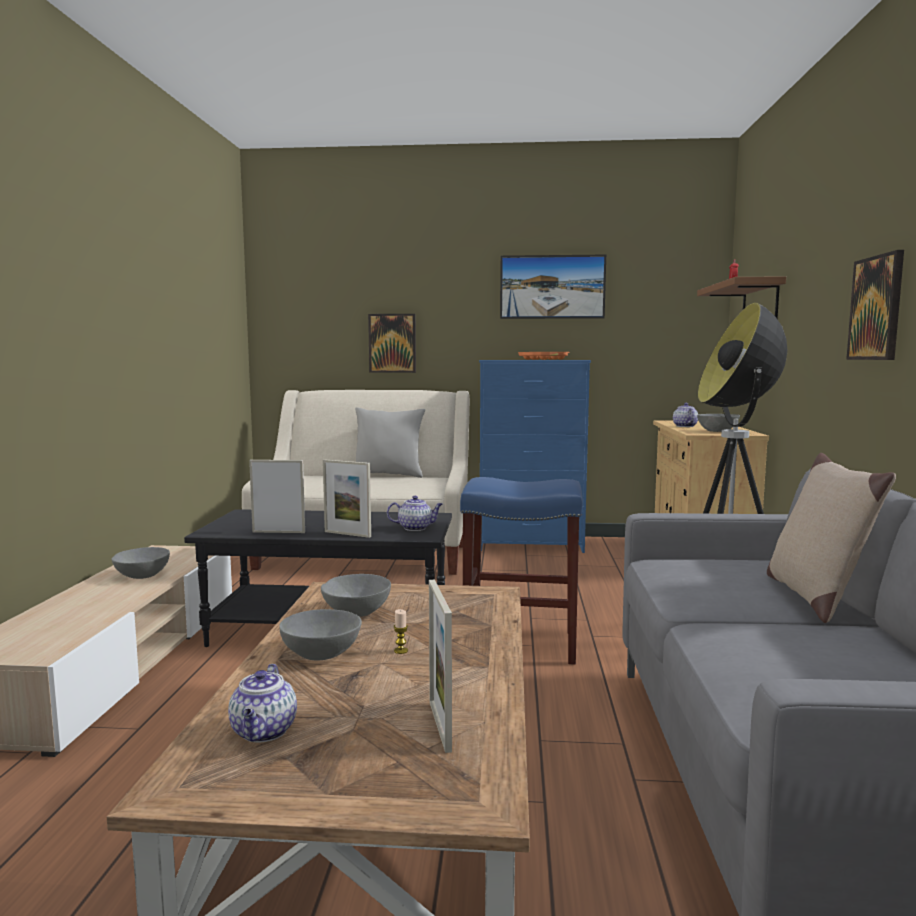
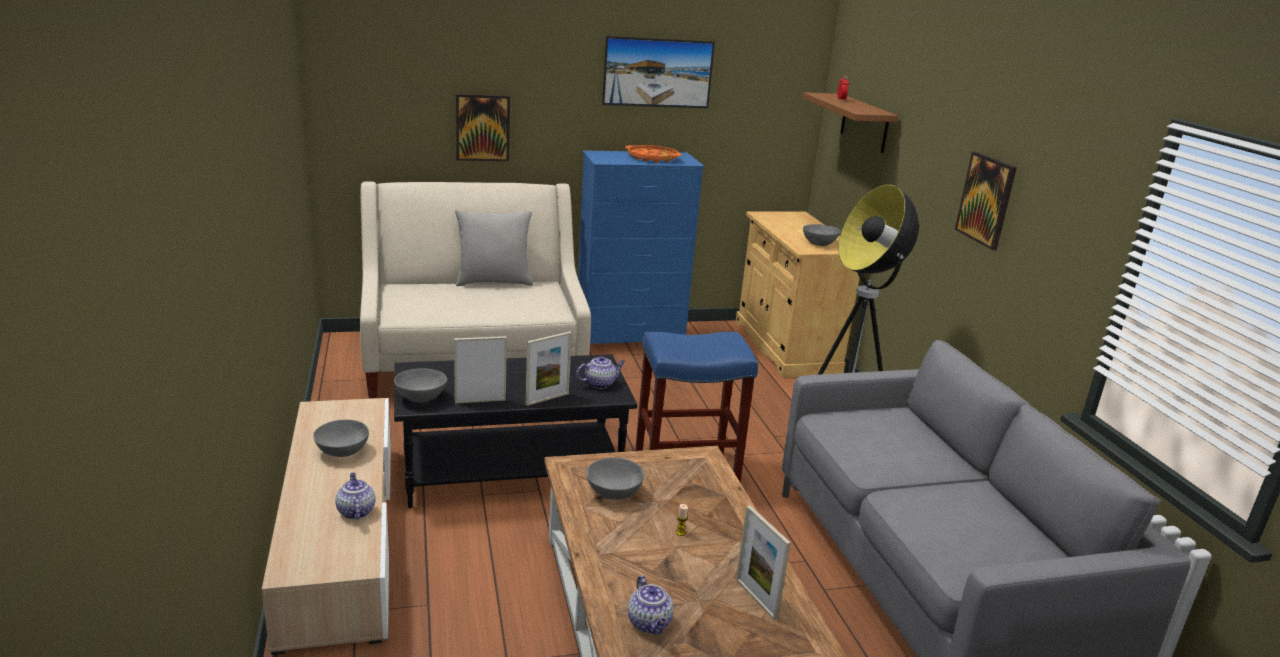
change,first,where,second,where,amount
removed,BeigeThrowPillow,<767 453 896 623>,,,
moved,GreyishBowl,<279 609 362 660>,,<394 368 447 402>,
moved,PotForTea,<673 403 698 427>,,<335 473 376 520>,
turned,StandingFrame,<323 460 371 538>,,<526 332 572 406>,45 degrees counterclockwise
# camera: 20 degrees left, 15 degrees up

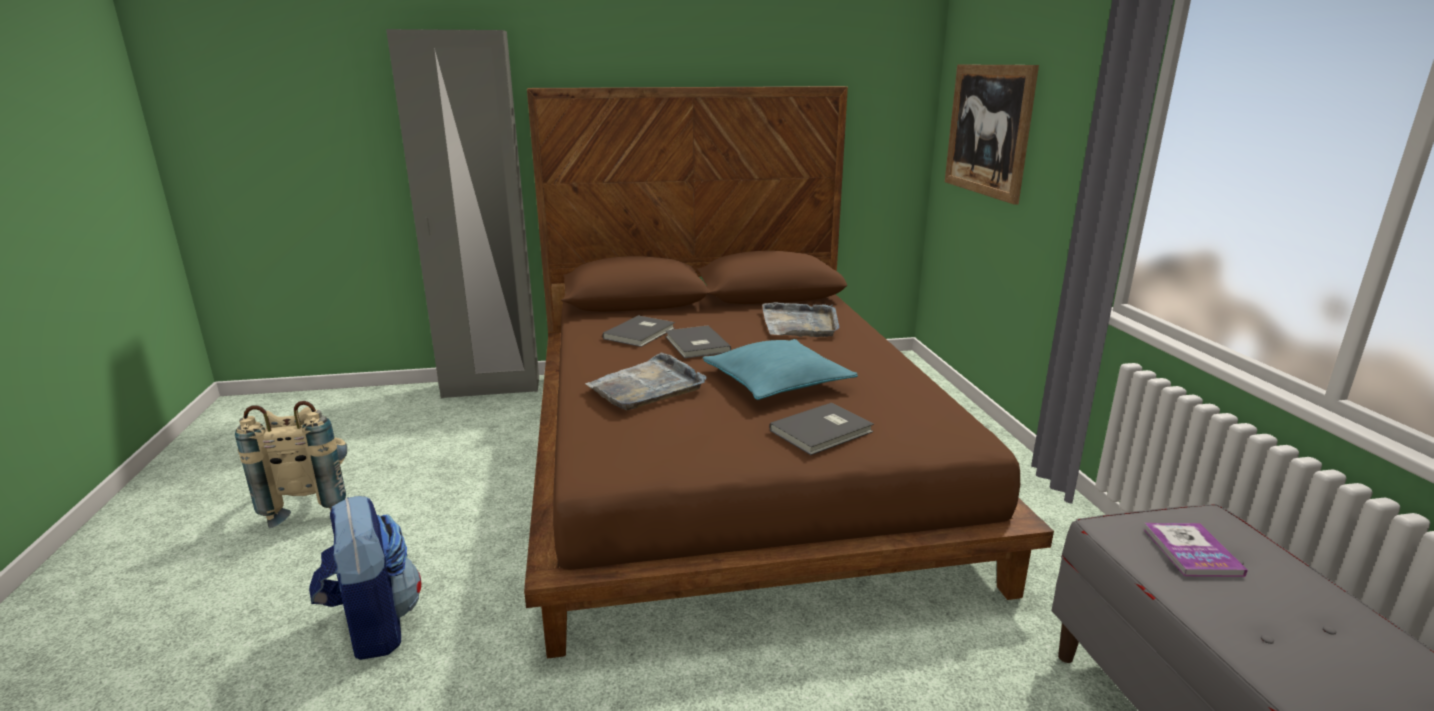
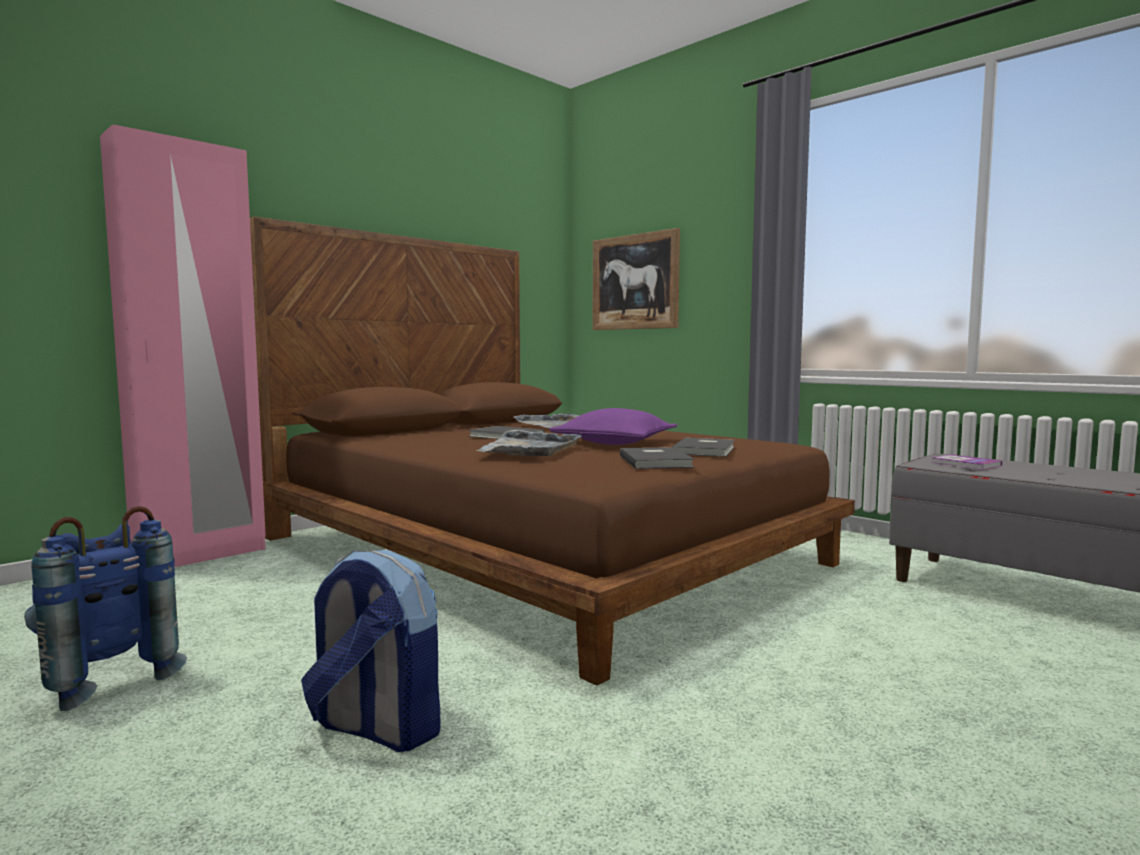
change,first,where,second,where,amount
moved,GreyishBoundBook,<602 315 675 347>,,<620 447 695 469>,
recoloured,BeigeBackpack,<235 401 347 528>,BlueColouredBackpack,<24 506 187 711>,
recoloured,GreyishWardrobe,<386 29 539 398>,PinkColouredWardrobe,<100 125 266 567>,
recoloured,TurquoiseColouredThrowPillow,<703 339 858 400>,PurpleColouredThrowPillow,<549 408 677 445>,
# camera: 35 degrees left, 15 degrees down

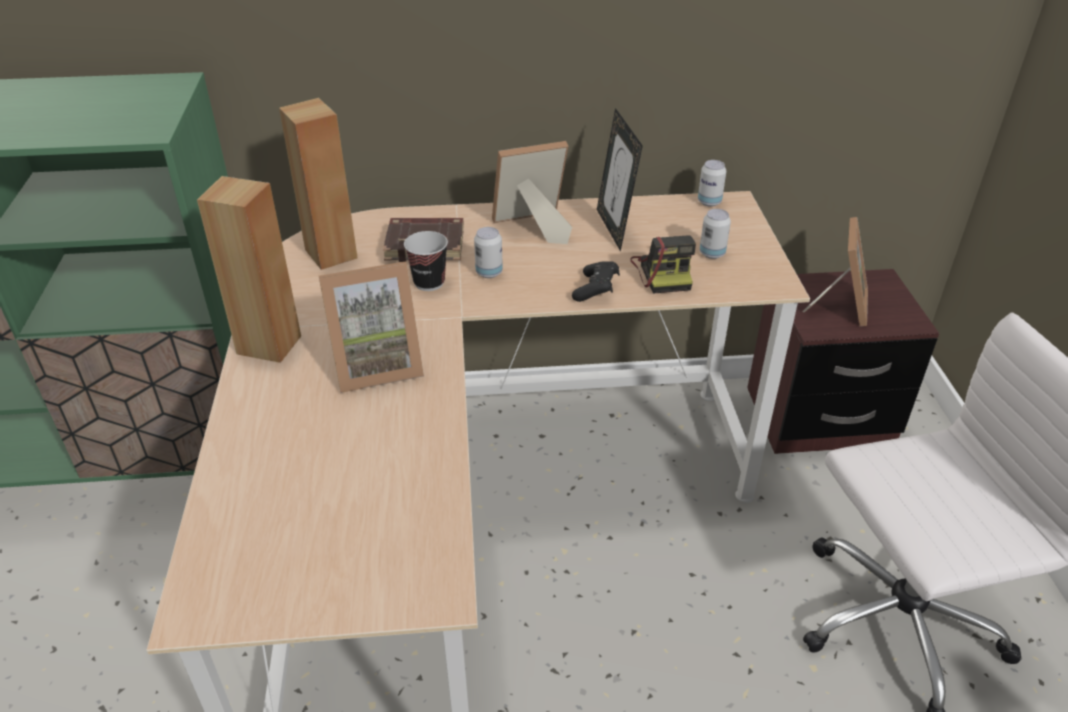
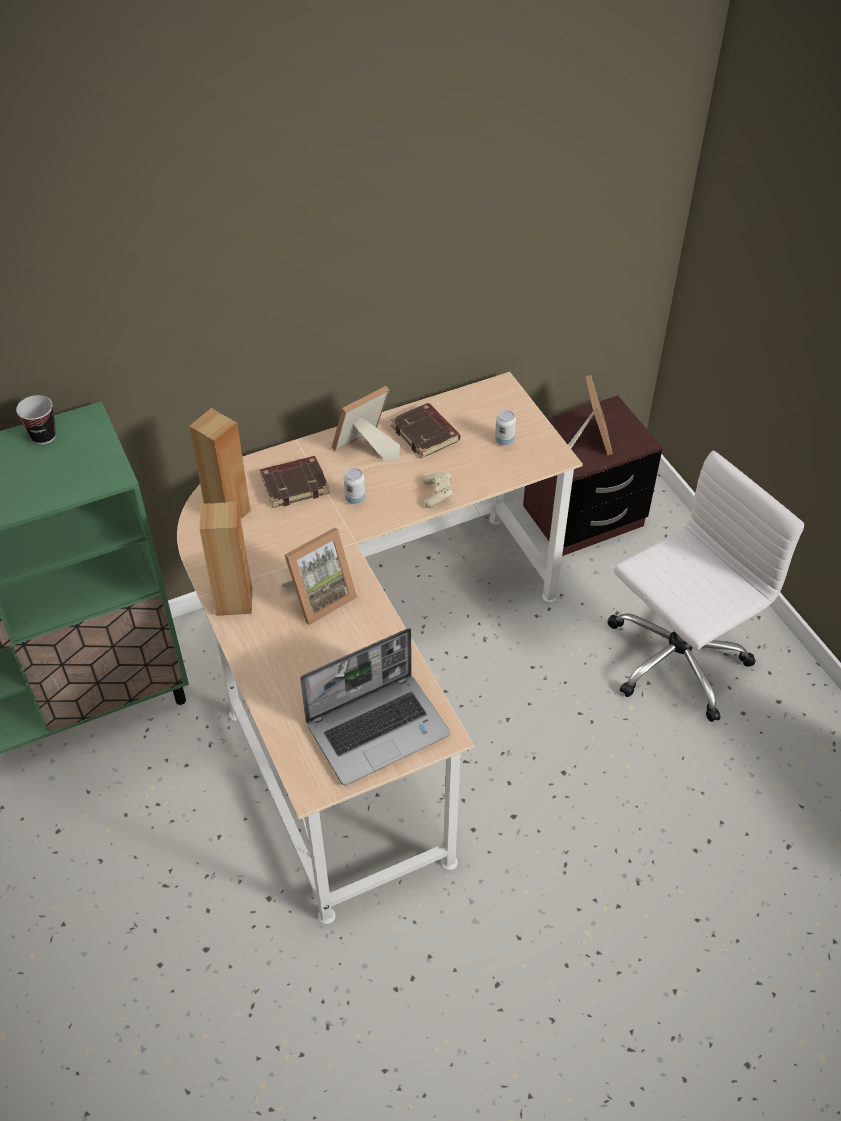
change,first,where,second,where,amount
removed,PhotoCamera,<630 235 696 294>,,,
removed,Can,<698 160 726 207>,,,
added,,,Laptop,<300 628 450 785>,
moved,SmallCup,<404 231 448 291>,,<16 395 56 444>,
replaced,StandingFrame,<597 108 643 252>,BrownishBoundBook,<391 403 460 458>,
recoloured,BlackGameController,<572 261 620 302>,BeigeGameController,<423 472 453 508>,
# camera: 20 degrees left, 10 degrees up

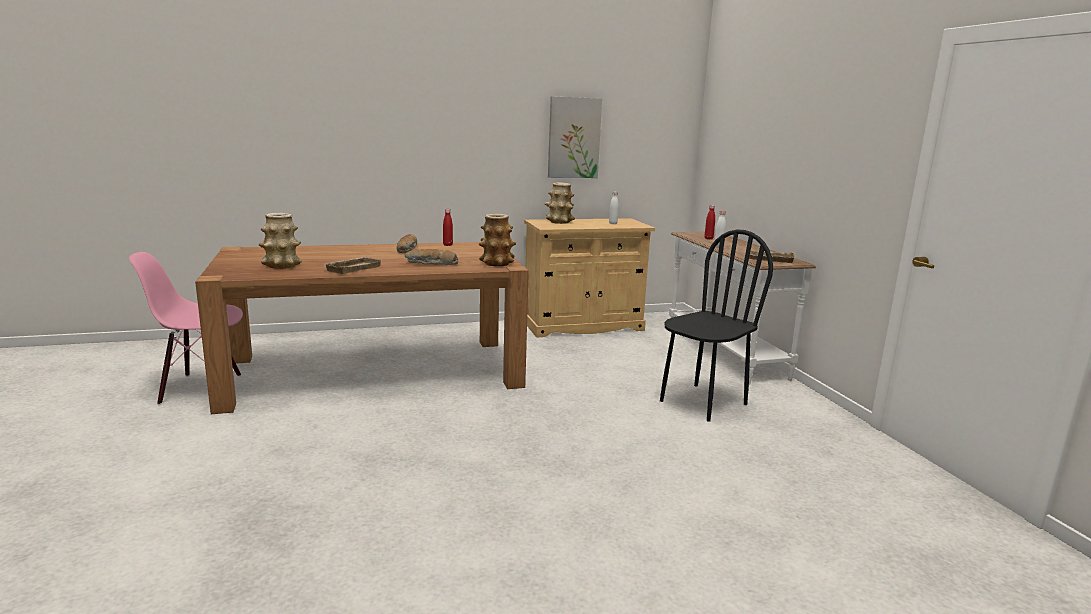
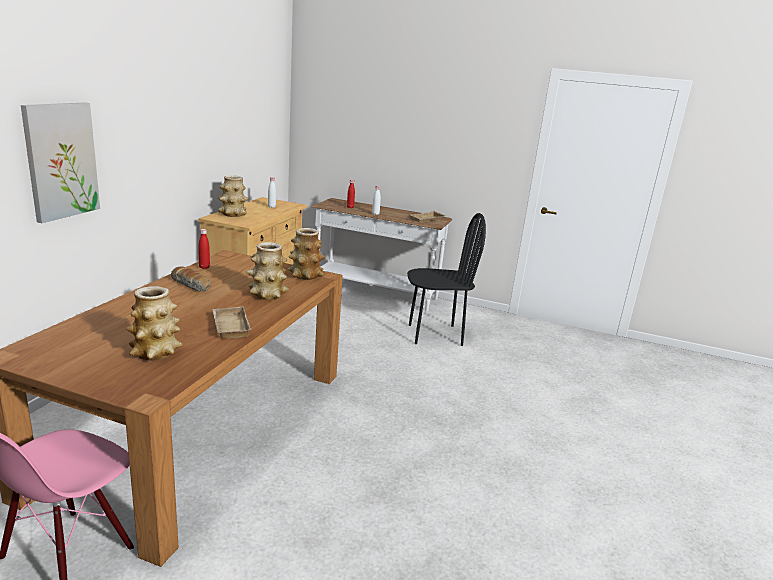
change,first,where,second,where,amount
moved,WallArt,<548 96 602 178>,,<21 102 100 223>,
replaced,BakeryBread,<405 249 458 265>,DecorativeVase,<246 242 289 300>,
turned,BlackUprightChair,<660 230 773 422>,,<407 213 486 346>,90 degrees clockwise
# camera: 55 degrees left, 5 degrees up

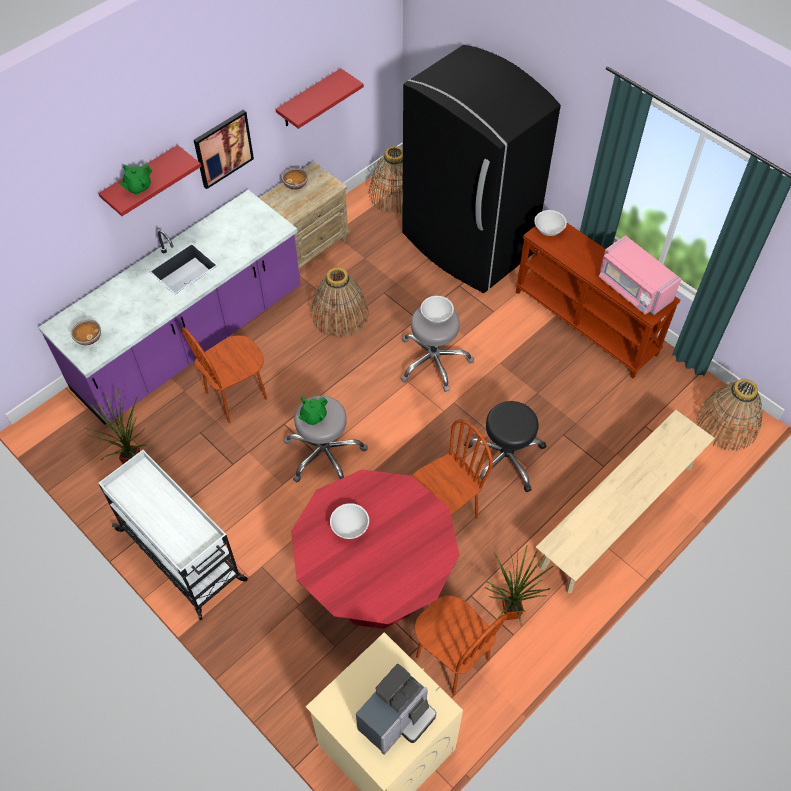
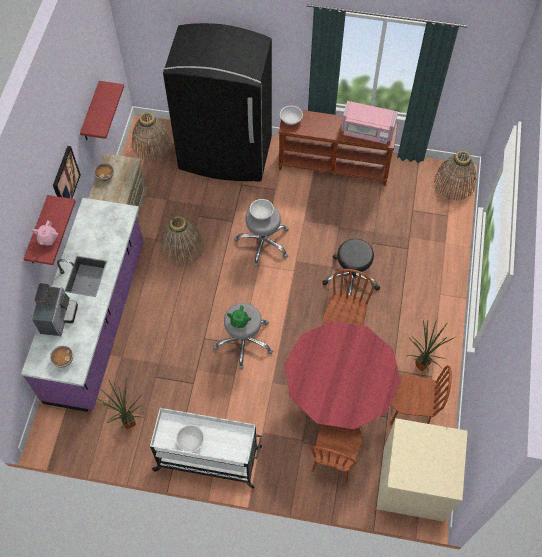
change,first,where,second,where,amount
removed,BeigeBench,<536 410 715 593>,,,
moved,BrownishUprightChair,<182 327 267 423>,,<311 425 362 483>,
moved,WhiteColouredBowl,<330 503 369 539>,,<176 425 204 452>,
moved,CoffeeMaker,<356 664 436 755>,,<32 283 78 337>,
recoloured,GreenPotForTea,<119 164 152 195>,PinkColouredPotForTea,<31 220 58 246>,
# camera: 35 degrees left, 5 degrees up

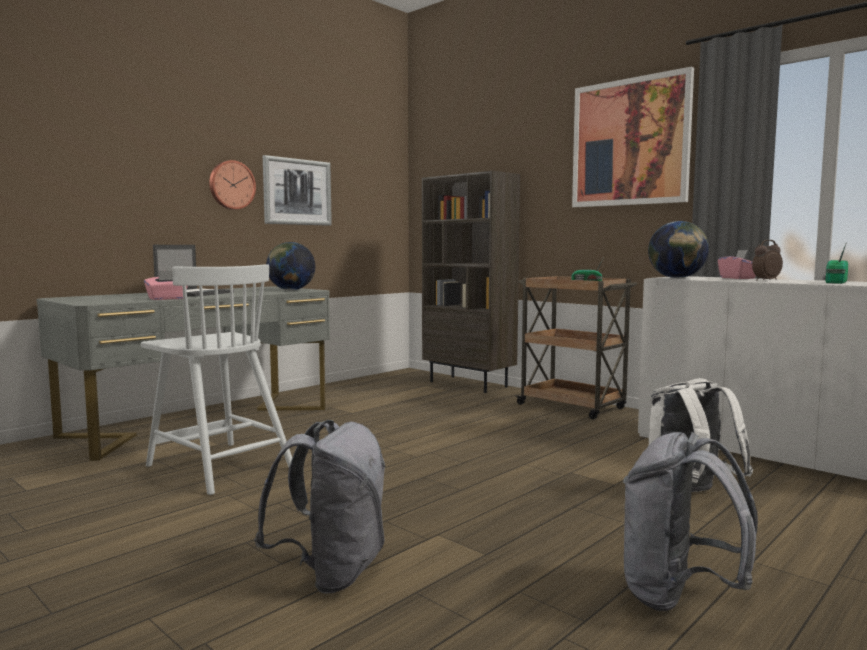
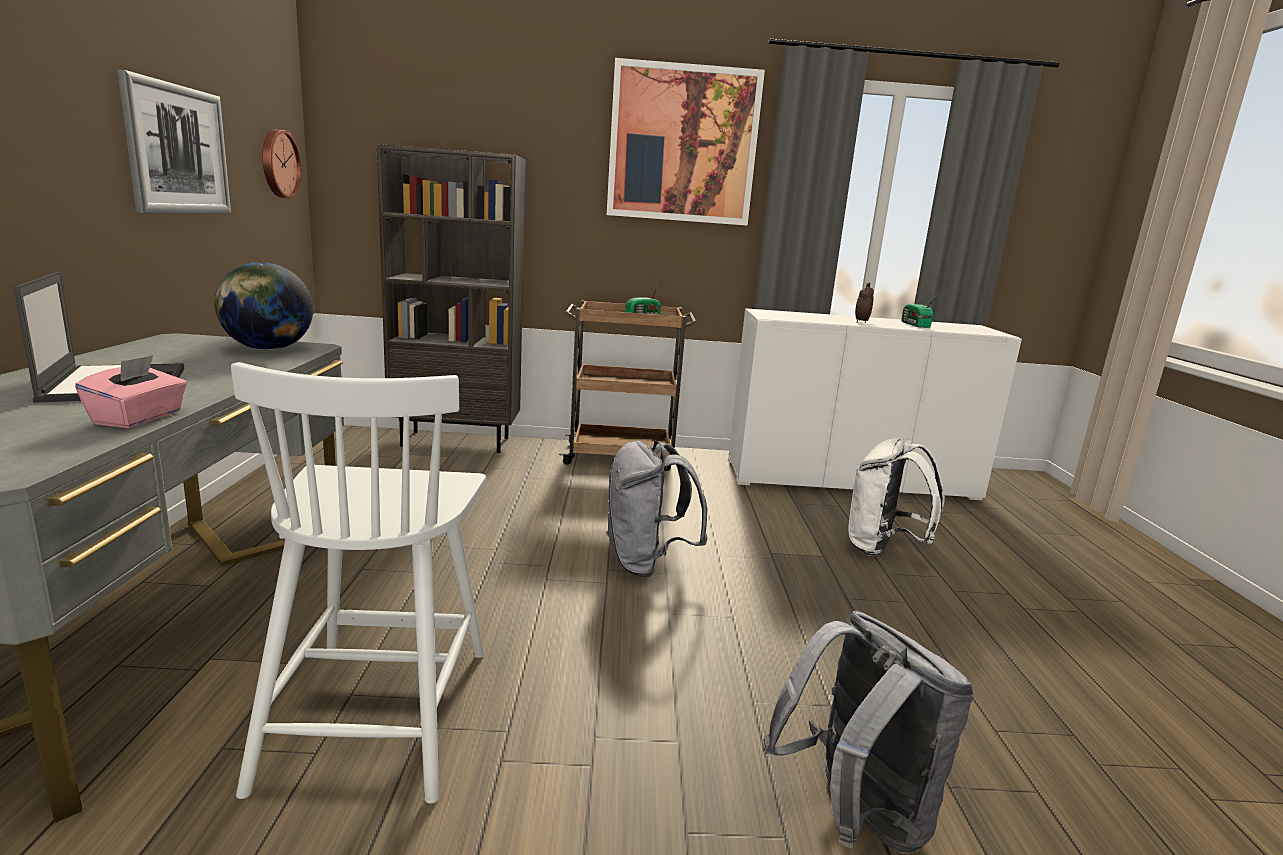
change,first,where,second,where,amount
removed,Globe,<648 221 709 278>,,,
removed,PinkColouredTissueBox,<718 250 756 279>,,,
moved,ClockOnTheWall,<209 160 256 210>,,<262 129 302 198>,
moved,GreyishBackpack,<623 432 758 611>,,<606 440 708 577>,
turned,WhiteColouredUprightChair,<141 264 292 495>,,<231 362 486 804>,90 degrees clockwise
# camera: 45 degrees left, 10 degrees up

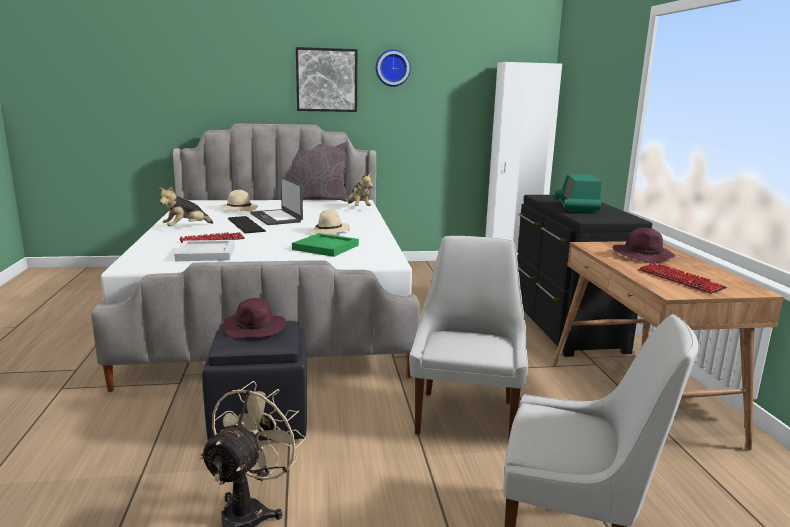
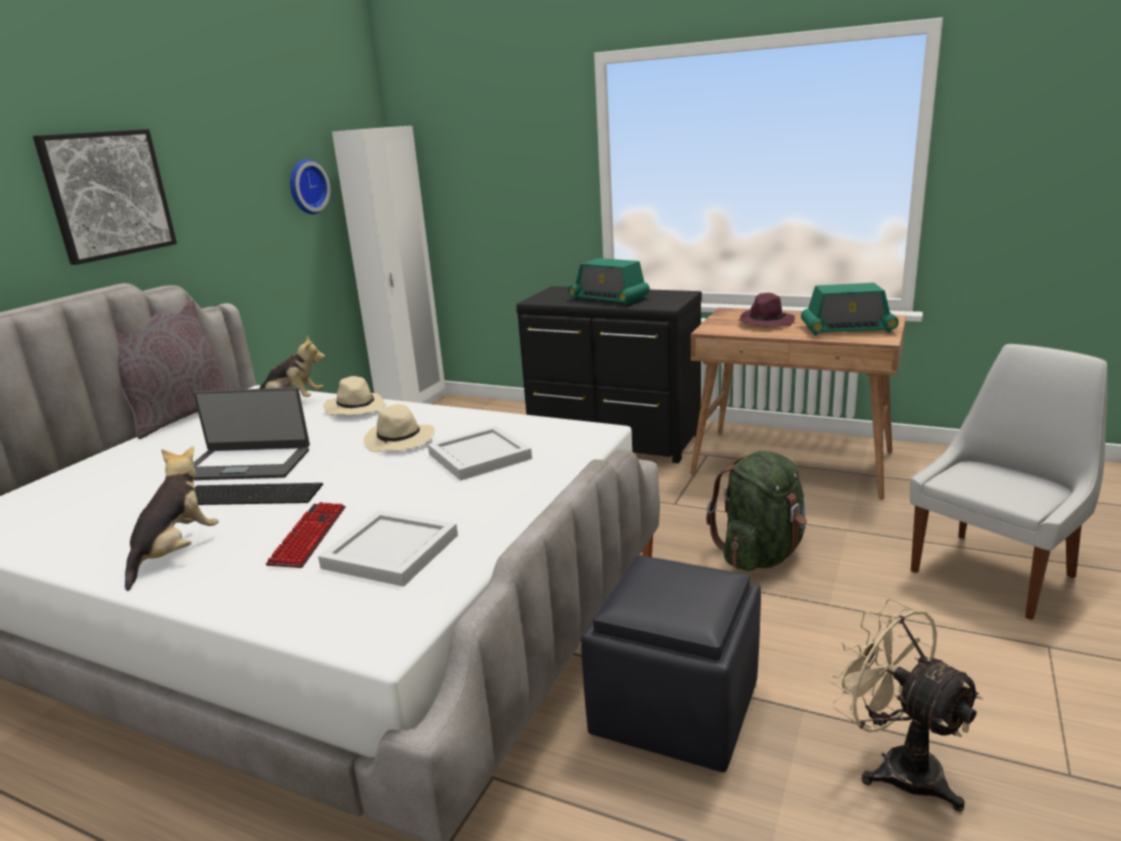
change,first,where,second,where,amount
removed,PurpleColouredWearableHat,<223 298 286 338>,,,
moved,BeigeWearableHat,<219 190 259 212>,,<324 376 386 415>,
moved,ClockOnTheWall,<376 49 411 87>,,<290 159 330 214>,
replaced,WhiteColouredUprightChair,<409 236 528 443>,GreenBackpack,<706 451 807 571>,
replaced,PcKeyboard,<639 262 727 294>,Radio,<801 283 899 336>,
recoloured,GreenCarryingTray,<292 233 359 257>,WhiteColouredCarryingTray,<428 426 532 481>,
turned,SoftToy,<158 187 214 226>,,<125 446 219 591>,150 degrees counterclockwise
# camera: 55 degrees left, 5 degrees up

